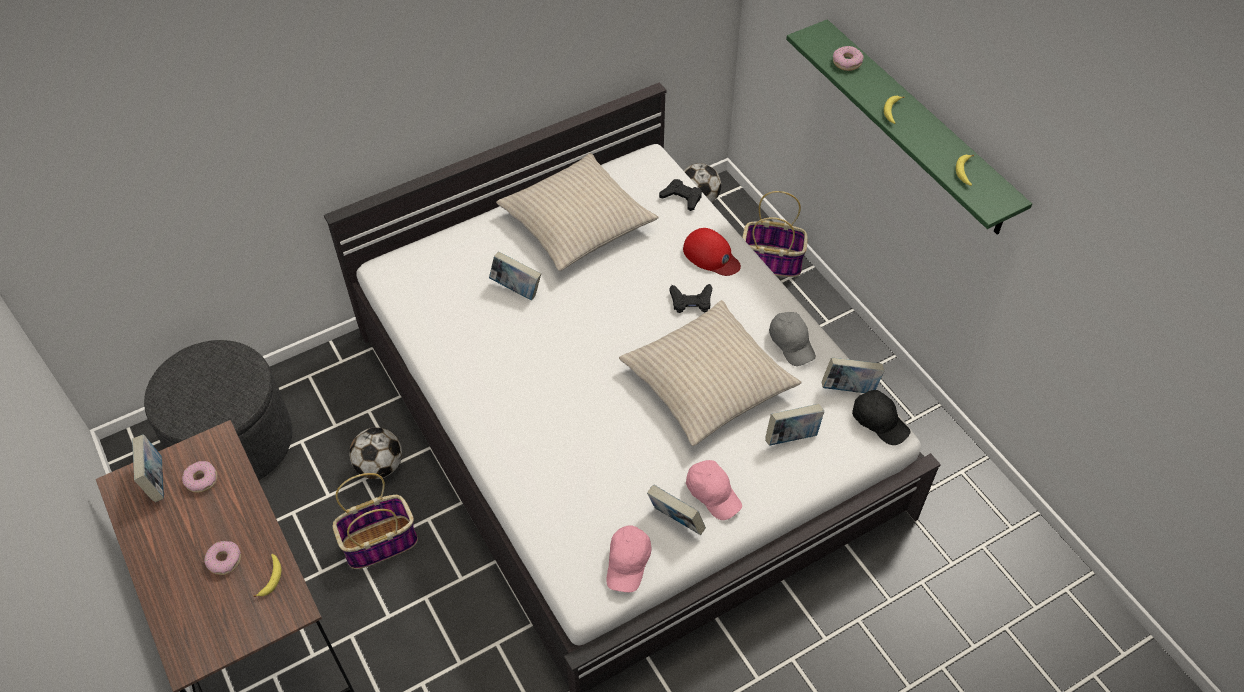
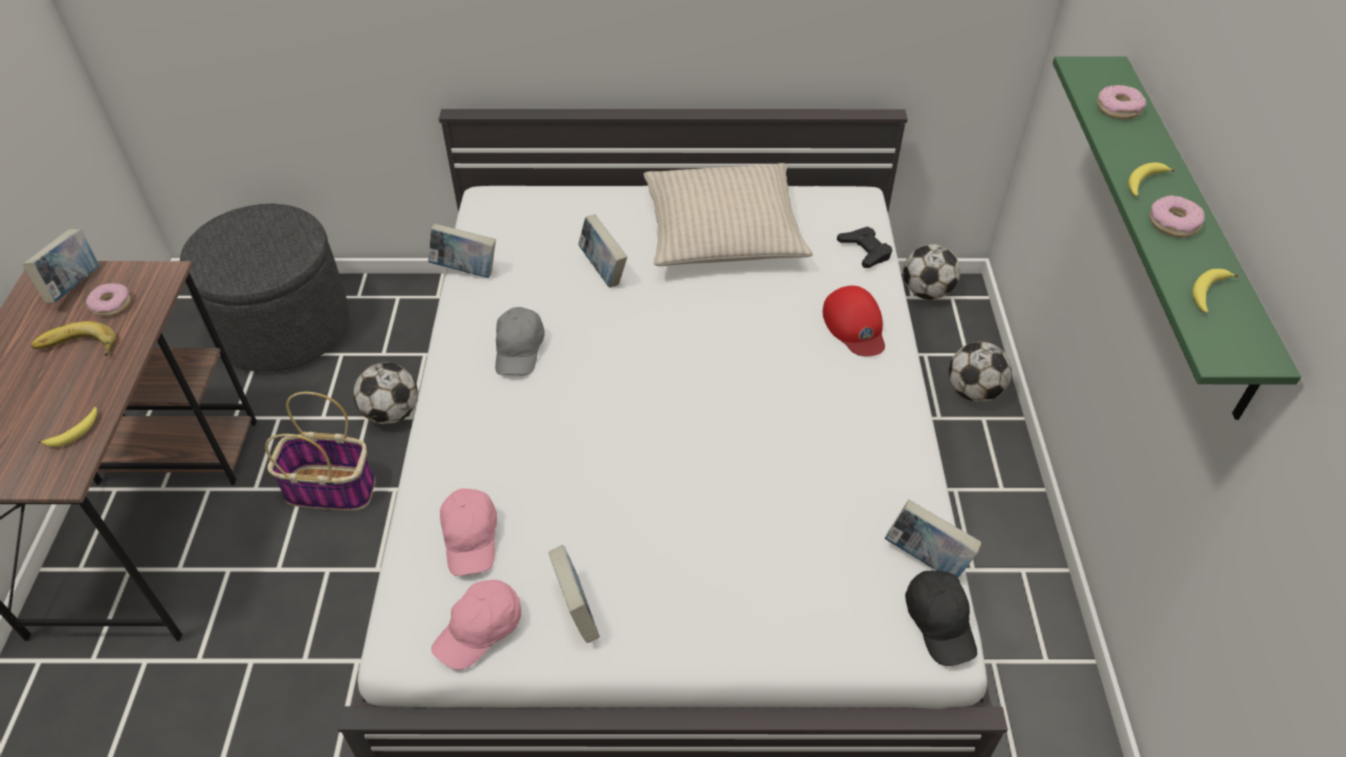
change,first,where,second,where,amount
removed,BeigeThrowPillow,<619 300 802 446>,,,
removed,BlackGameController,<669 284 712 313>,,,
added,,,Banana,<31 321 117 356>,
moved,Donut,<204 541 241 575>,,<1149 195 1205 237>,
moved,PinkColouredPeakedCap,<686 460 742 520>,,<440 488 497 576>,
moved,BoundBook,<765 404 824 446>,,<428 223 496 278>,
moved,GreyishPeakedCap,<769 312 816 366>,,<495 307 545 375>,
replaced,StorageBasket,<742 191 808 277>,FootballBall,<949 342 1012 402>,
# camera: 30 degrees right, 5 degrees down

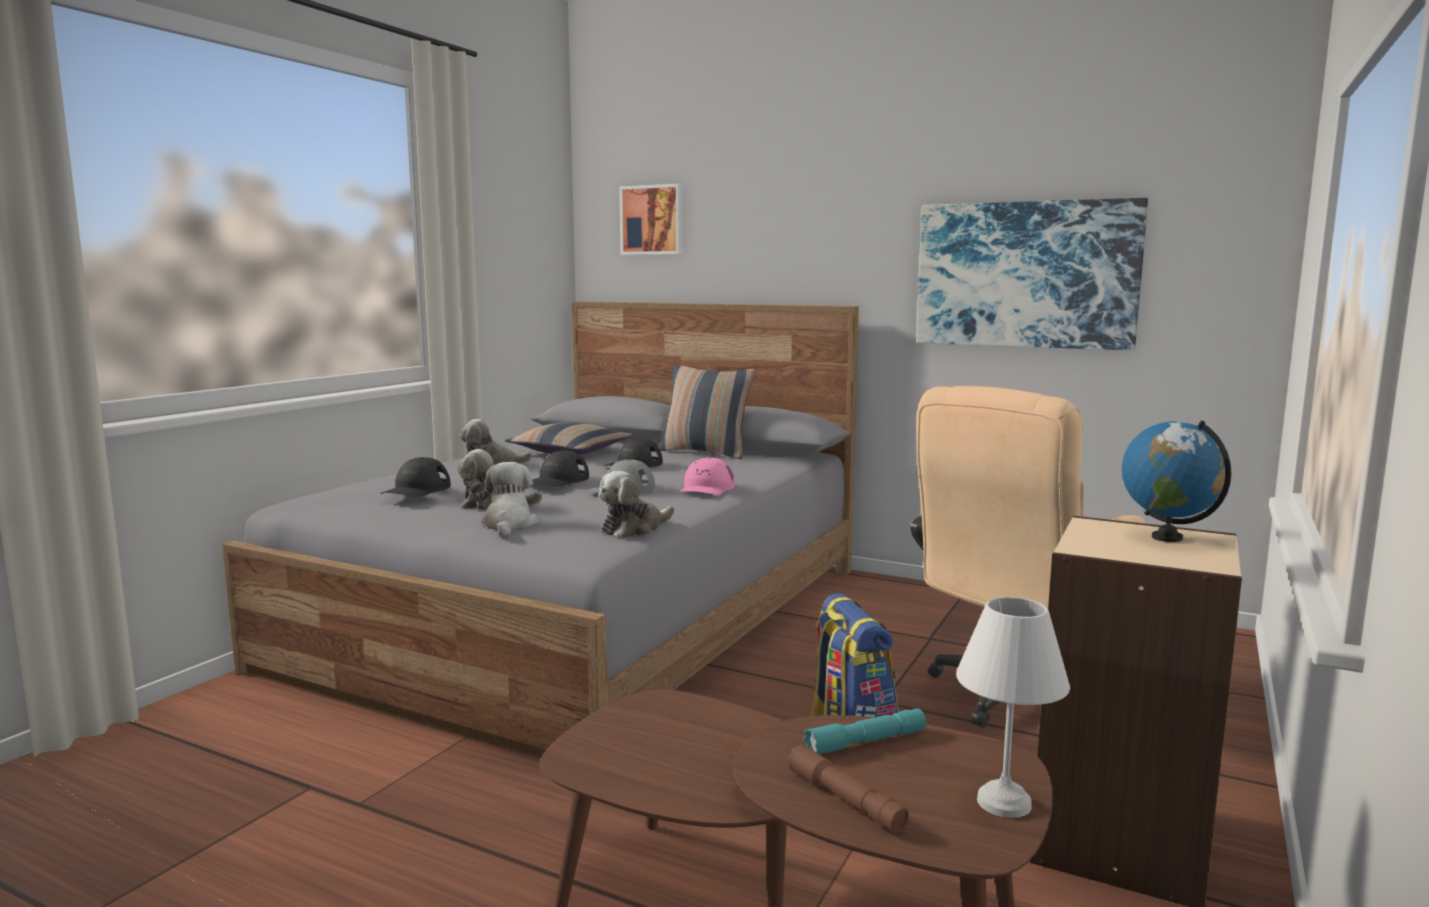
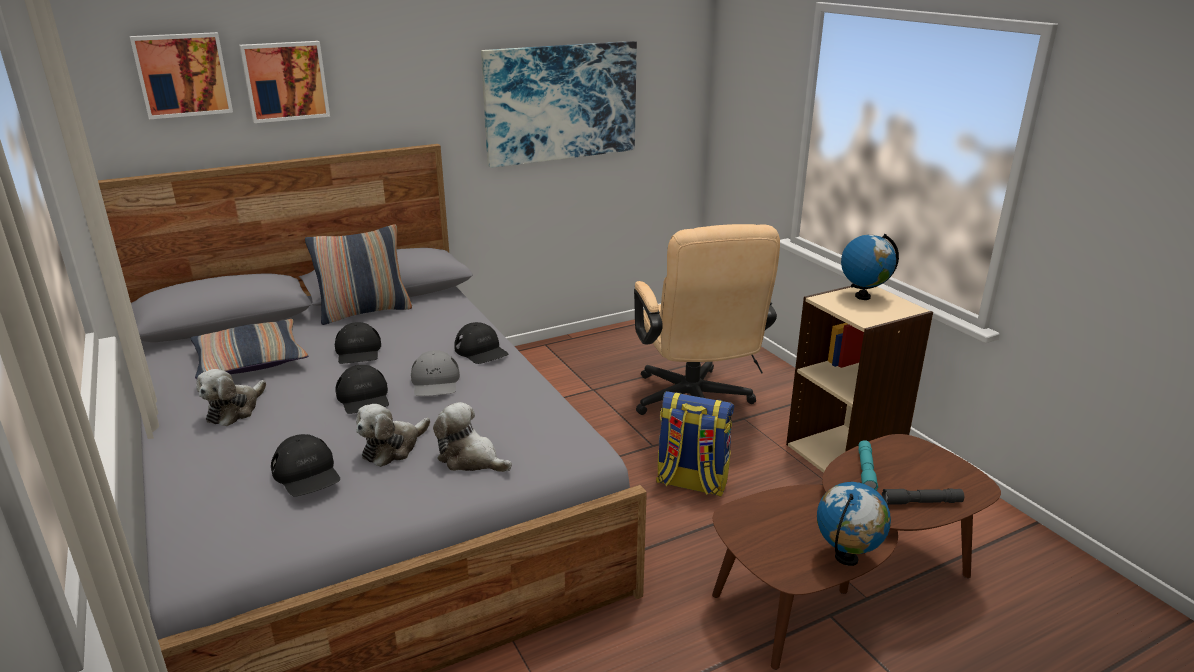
change,first,where,second,where,amount
removed,SoftToy,<599 471 674 538>,,,
removed,WhiteColouredLampForATable,<956 597 1070 818>,,,
added,,,WallArt,<239 41 330 123>,
added,,,Globe,<817 482 891 566>,
recoloured,PinkColouredPeakedCap,<679 457 735 495>,BlackPeakedCap,<454 322 508 364>,
recoloured,BrownishFlashlight,<788 744 909 833>,GreyishFlashlight,<882 488 964 505>,
# camera: 55 degrees left, 15 degrees up

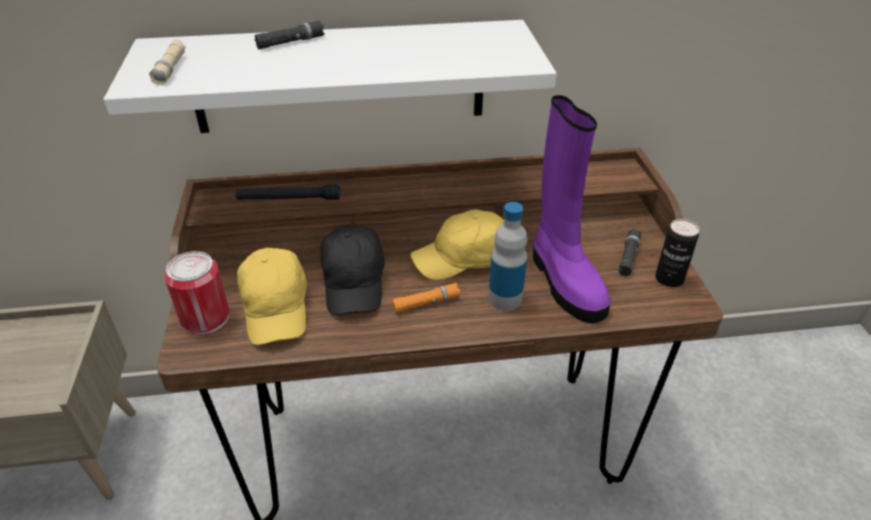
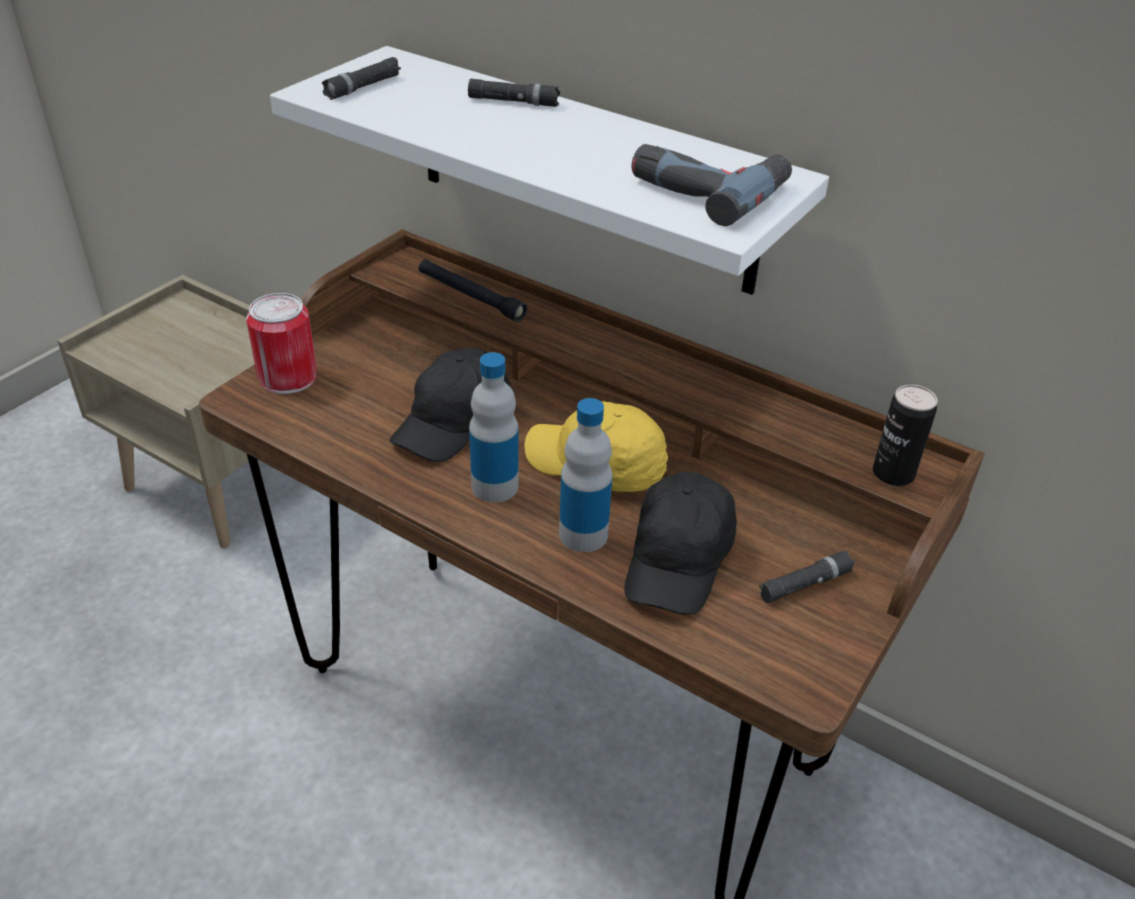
change,first,where,second,where,amount
removed,YellowColouredPeakedCap,<237 248 307 345>,,,
added,,,ElectricDrill,<632 144 792 226>,
moved,Can,<655 219 699 287>,,<873 385 938 486>,
replaced,OrangeFlashlight,<392 283 460 313>,BeverageBottle,<469 352 518 503>,
replaced,PurpleColouredHighTopBoot,<533 95 611 323>,BlackPeakedCap,<624 472 737 615>,
recoloured,BeigeFlashlight,<149 39 186 85>,BlackFlashlight,<322 57 401 100>,
# camera: 40 degrees right, 0 degrees up

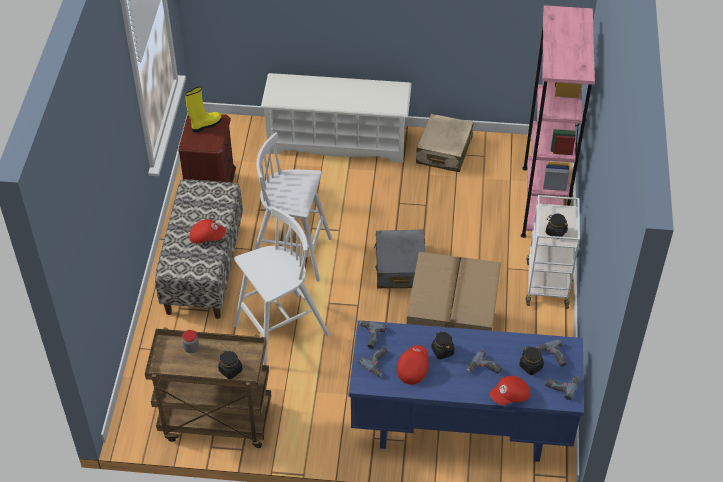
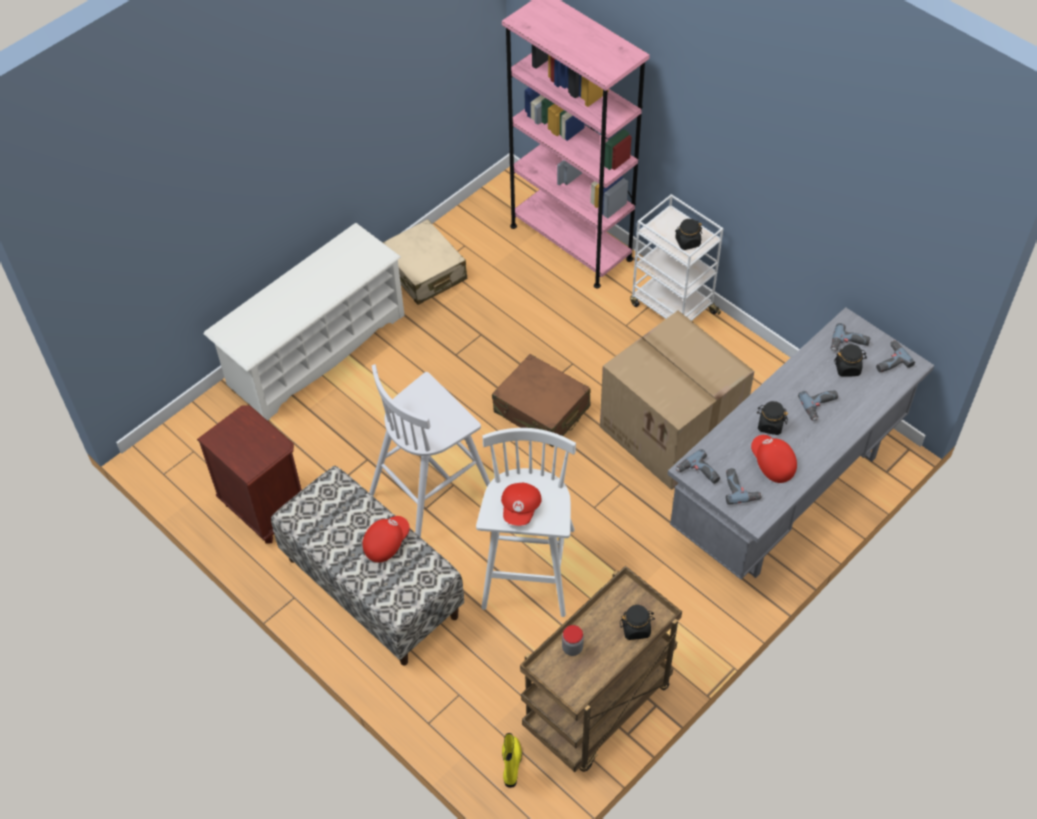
change,first,where,second,where,amount
moved,YellowColouredHighTopBoot,<185 87 222 133>,,<502 733 522 788>,
moved,RedColouredPeakedCap,<490 376 530 405>,,<501 483 542 526>,
recoloured,BlueColouredDeskTable,<349 320 584 462>,GreyishDeskTable,<668 307 934 580>,
recoloured,GreyishTravelCase,<374 229 425 289>,BrownishTravelCase,<492 354 591 447>,
# camera: 50 degrees left, 5 degrees up

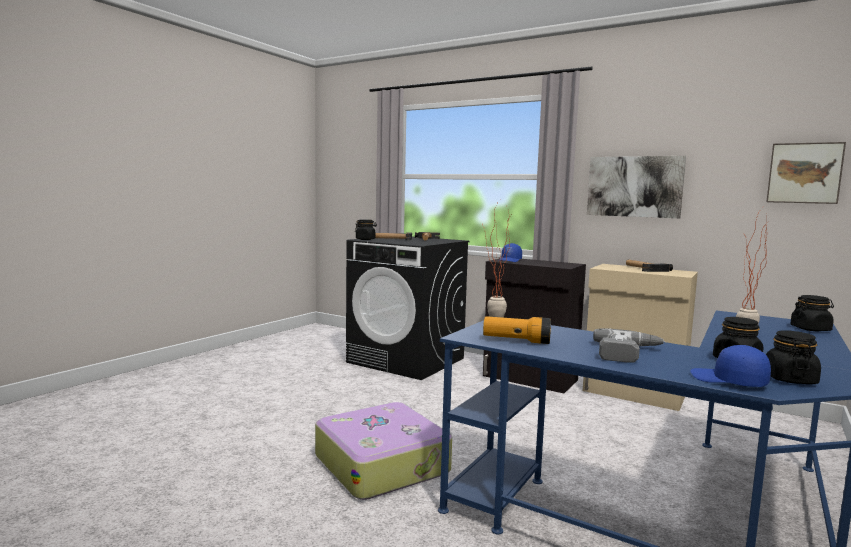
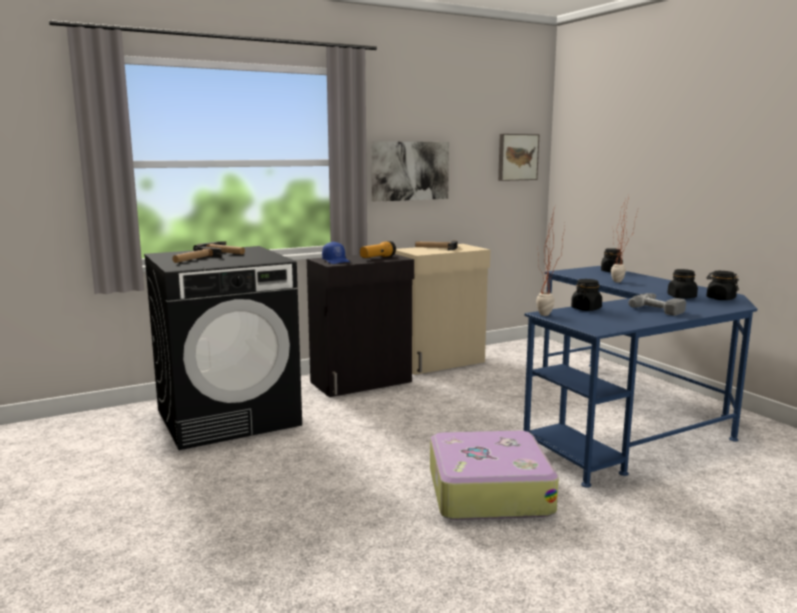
change,first,where,second,where,amount
removed,BlueColouredPeakedCap,<690 345 771 387>,,,
moved,BlackJar,<355 219 377 240>,,<571 279 602 311>,
moved,Flashlight,<483 316 551 344>,,<360 241 396 258>,
# camera: 60 degrees left, 5 degrees up

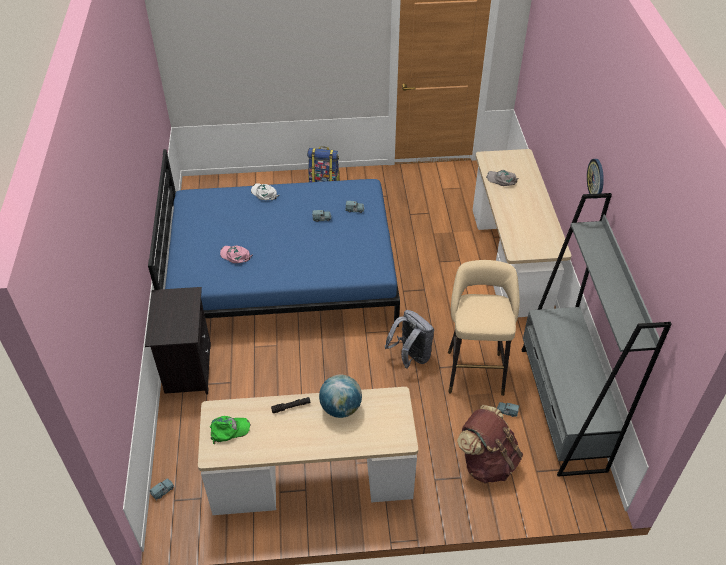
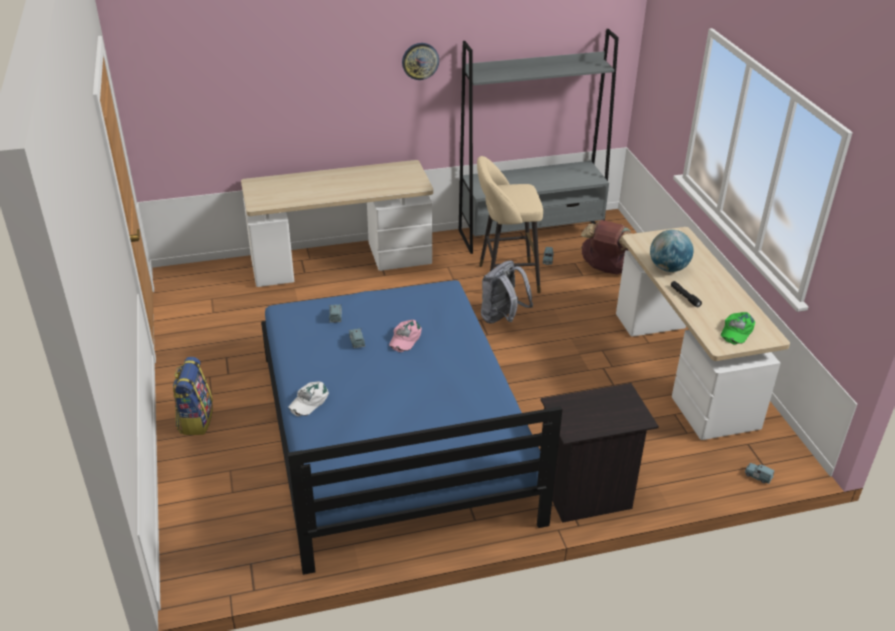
change,first,where,second,where,amount
removed,GreyishPeakedCap,<486 170 518 186>,,,
moved,PinkColouredPeakedCap,<220 245 253 263>,,<389 320 422 352>,
turned,GreenPeakedCap,<210 416 251 444>,,<721 312 755 344>,120 degrees counterclockwise
# camera: 100 degrees left, 10 degrees down

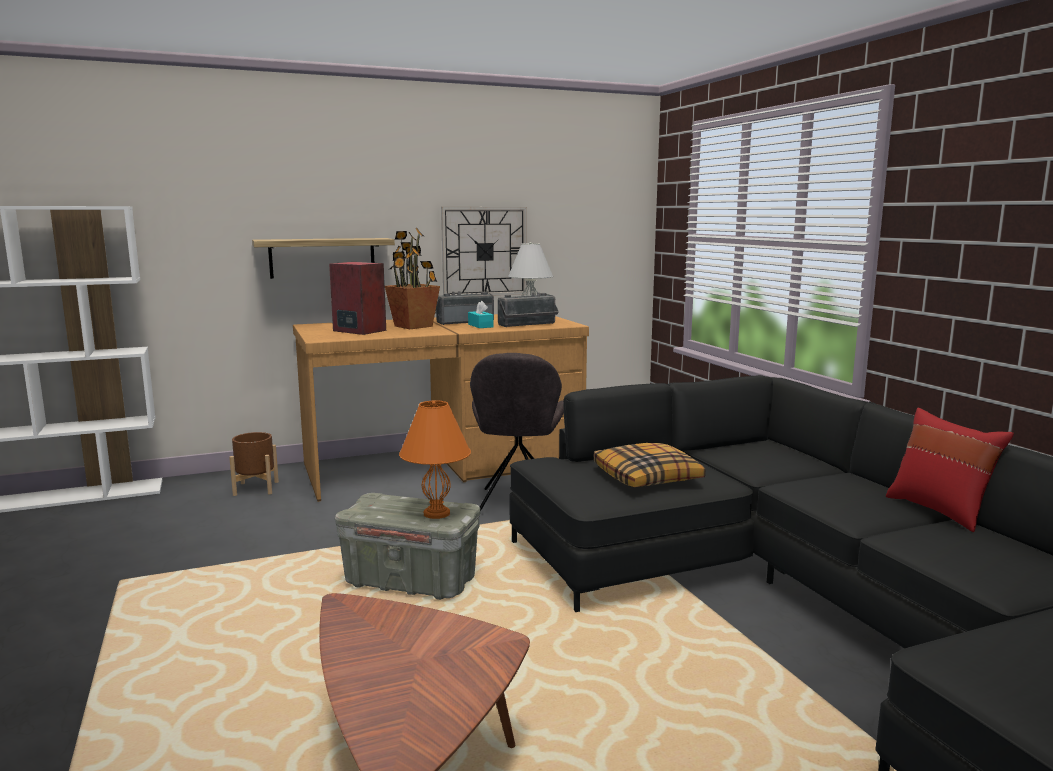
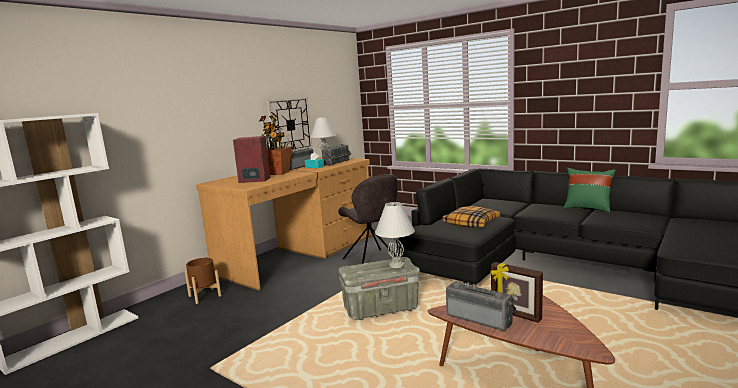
change,first,where,second,where,amount
removed,BracketShelf,<252 238 395 279>,,,
added,,,Radio,<446 282 516 331>,
added,,,StandingFrame,<490 262 543 323>,
recoloured,OrangeLampForATable,<399 400 471 519>,WhiteColouredLampForATable,<375 202 415 268>,
recoloured,RedColouredThrowPillow,<886 408 1014 532>,GreenThrowPillow,<563 168 616 213>,
# camera: 30 degrees left, 0 degrees up

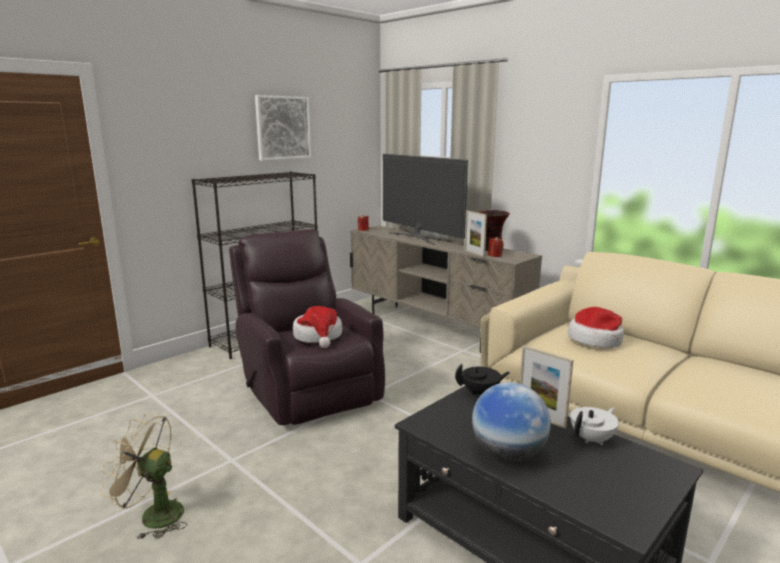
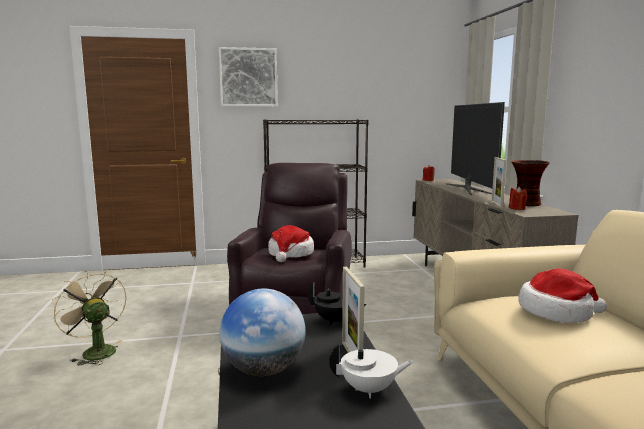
change,first,where,second,where,amount
moved,WallArt,<255 95 311 161>,,<219 47 278 107>,
# camera: 35 degrees right, 5 degrees down

